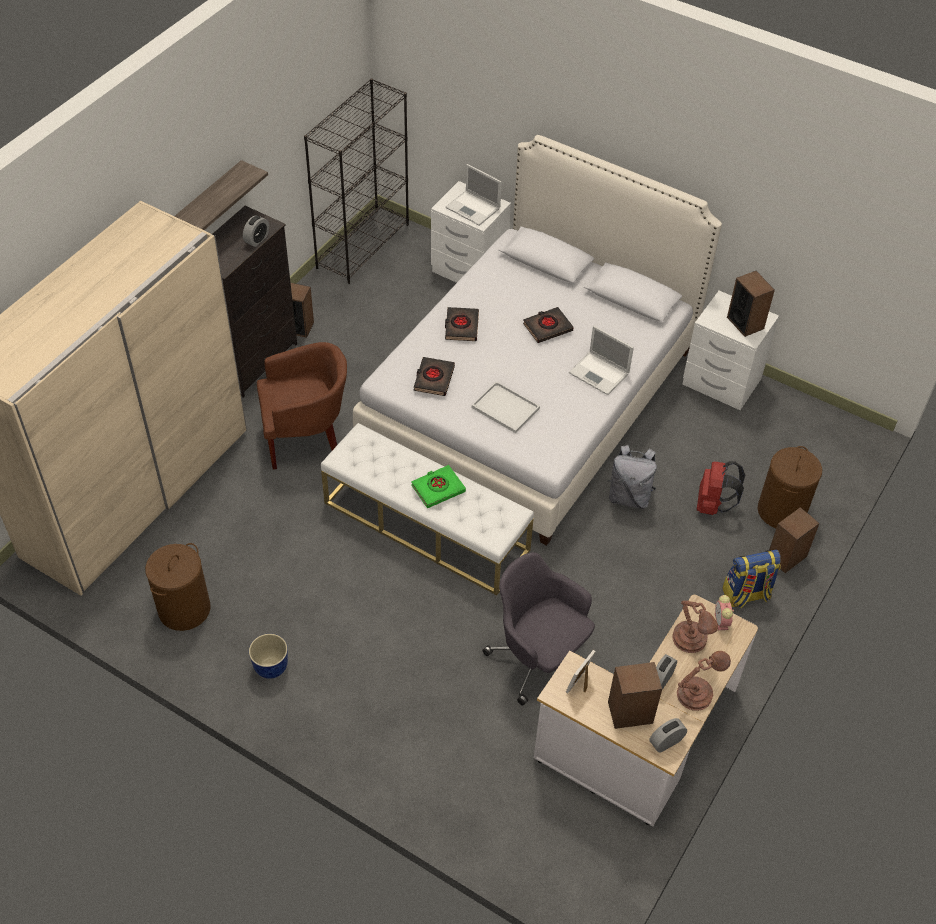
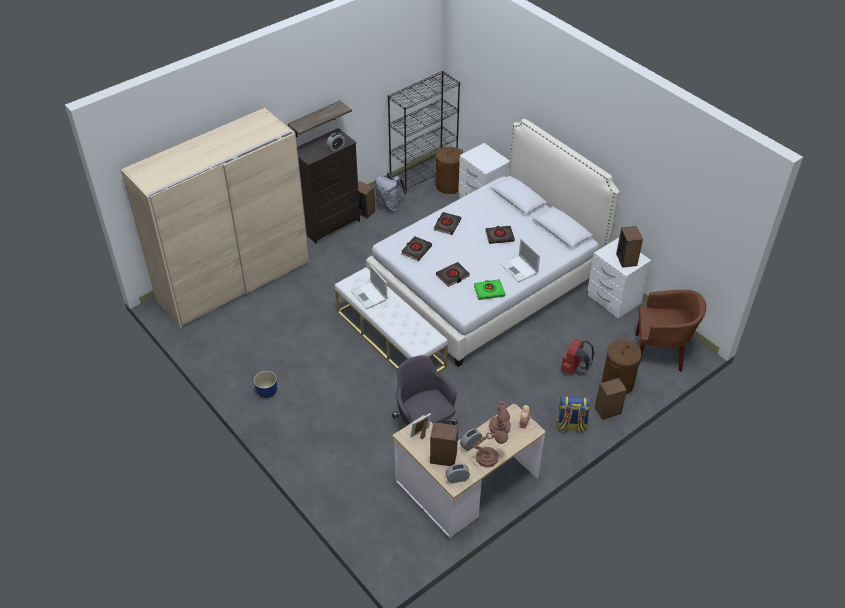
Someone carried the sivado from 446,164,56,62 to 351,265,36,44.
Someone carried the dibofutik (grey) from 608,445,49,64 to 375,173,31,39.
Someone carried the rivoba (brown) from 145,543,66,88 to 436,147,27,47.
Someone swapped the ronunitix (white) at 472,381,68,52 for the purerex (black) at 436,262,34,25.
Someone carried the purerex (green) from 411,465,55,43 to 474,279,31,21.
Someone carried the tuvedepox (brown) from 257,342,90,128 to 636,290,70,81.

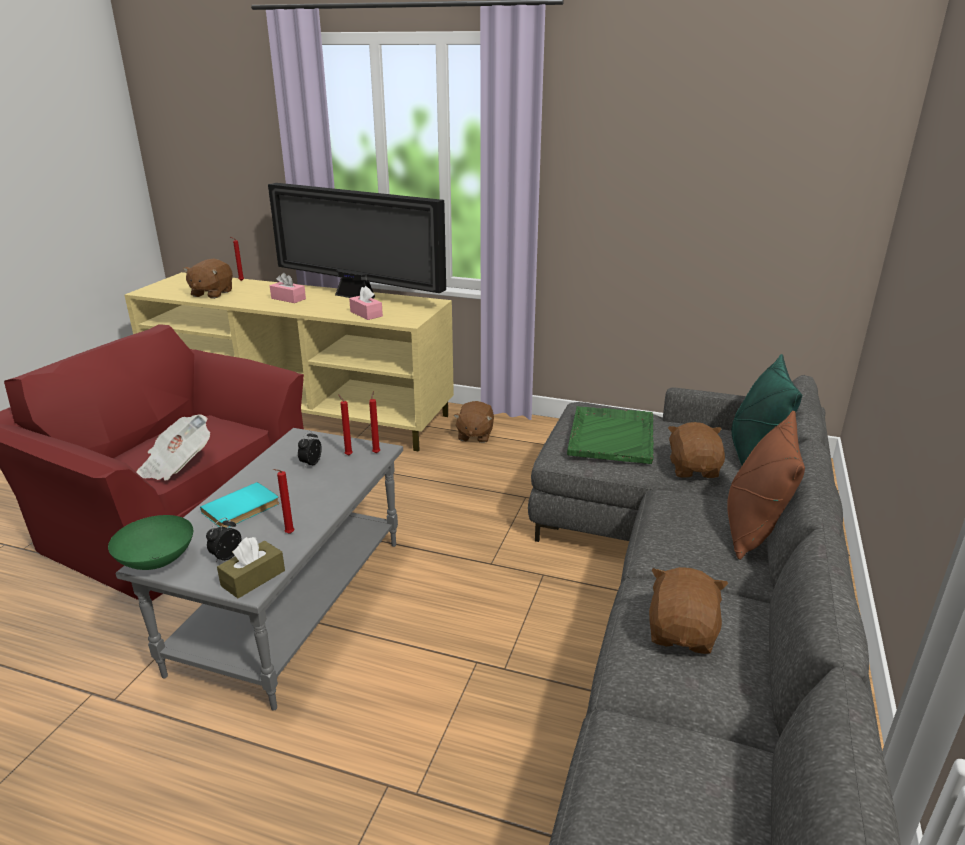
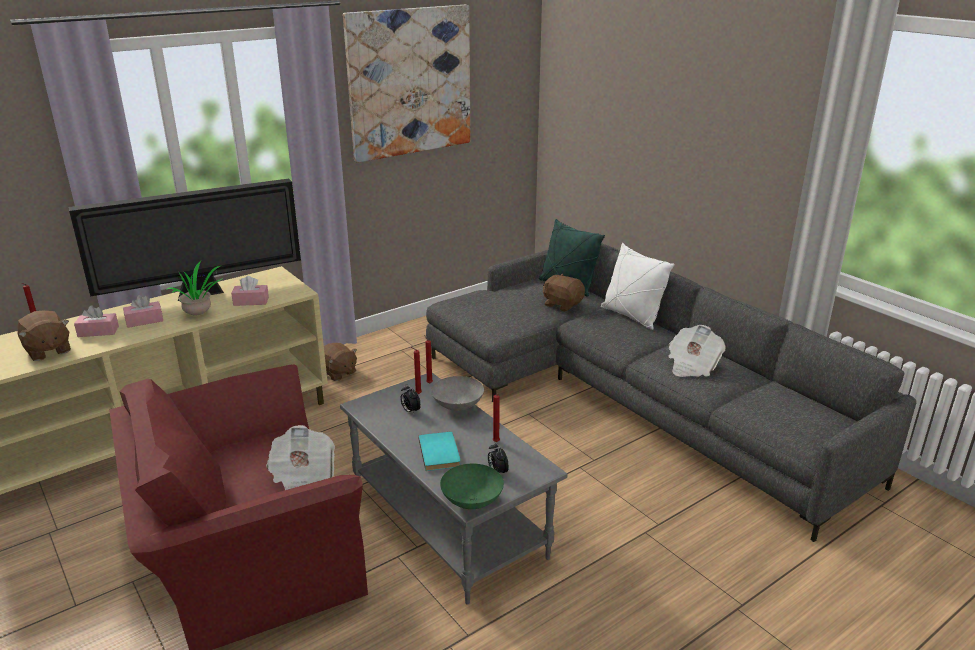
Someone put down the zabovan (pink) at 74,305,45,32.
Someone put down the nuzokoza at 166,261,57,54.
Someone put up the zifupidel at 343,5,128,158.
Someone put down the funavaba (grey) at 431,376,53,35.
Someone repainted the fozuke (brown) at 727,411,78,149, which became the fozuke (white) at 601,243,74,87.
Someone swapped the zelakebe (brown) at 649,567,79,87 for the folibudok at 668,325,58,52.
Someone took away the zabovan (brown) at 217,537,68,61.
Someone took away the ronunitix (green) at 567,406,87,58.

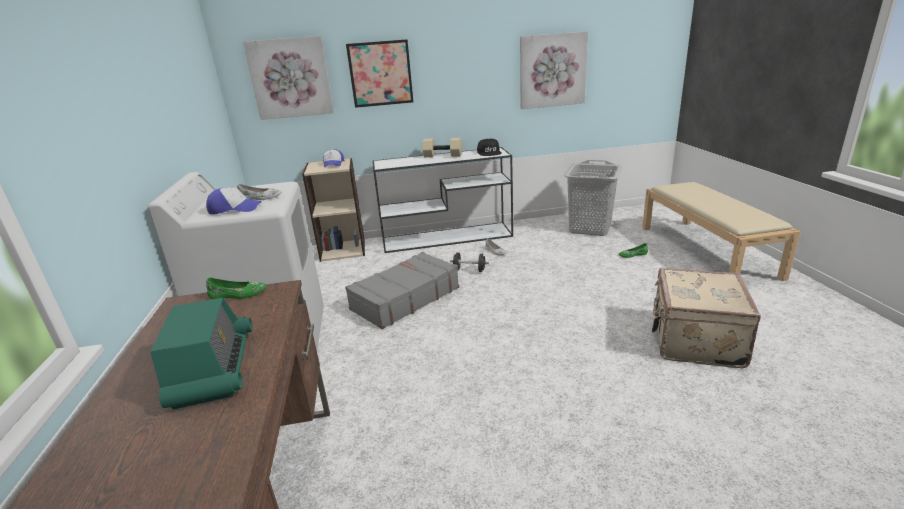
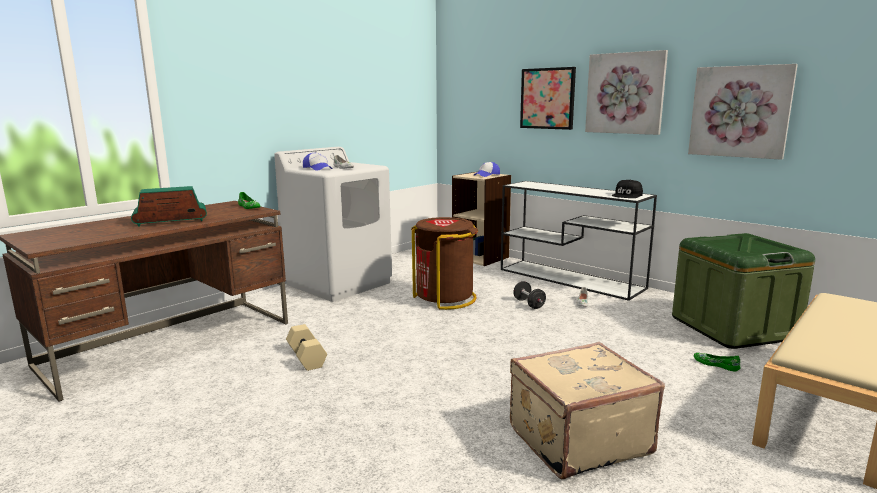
Someone rotated the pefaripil at 150,298,103,112 by 150 degrees counterclockwise.
Someone carried the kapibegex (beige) from 422,138,40,19 to 286,324,41,47.
Someone swapped the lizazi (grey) at 345,252,114,77 for the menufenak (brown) at 411,217,67,93.
Someone carried the zifupidel from 243,36,91,84 to 585,50,83,85.
Someone swapped the rivoba (grey) at 564,160,58,76 for the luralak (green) at 672,233,143,116.

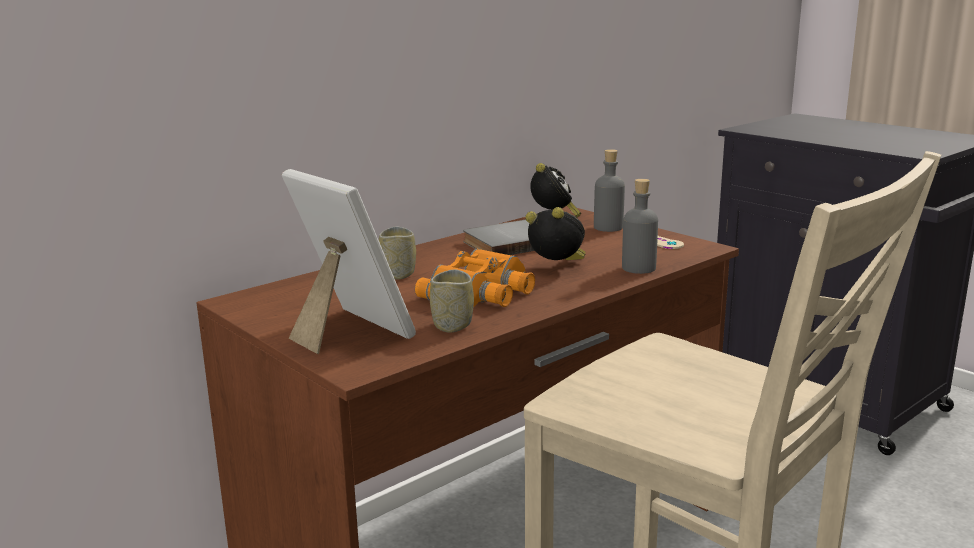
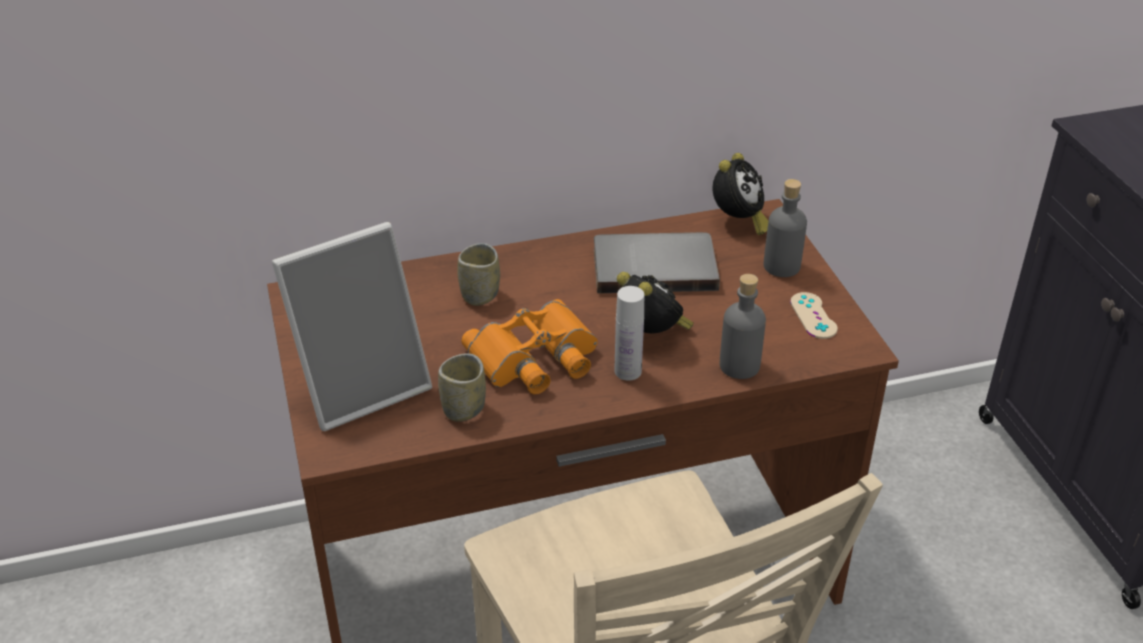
Someone rotated the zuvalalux at 282,169,134,185 by 75 degrees clockwise.
Someone put down the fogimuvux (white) at 614,286,30,95.

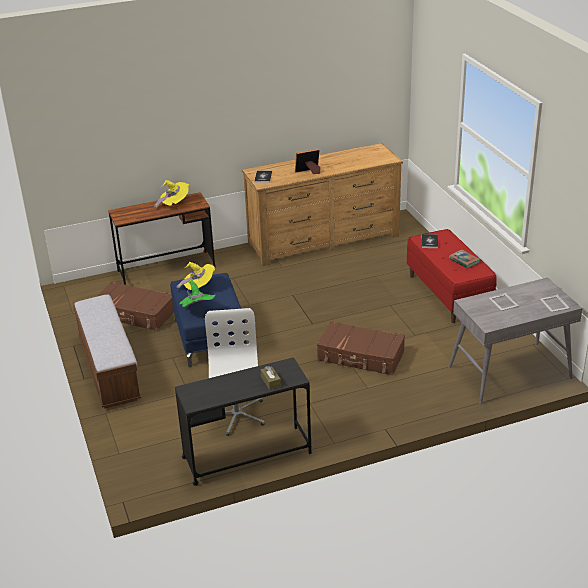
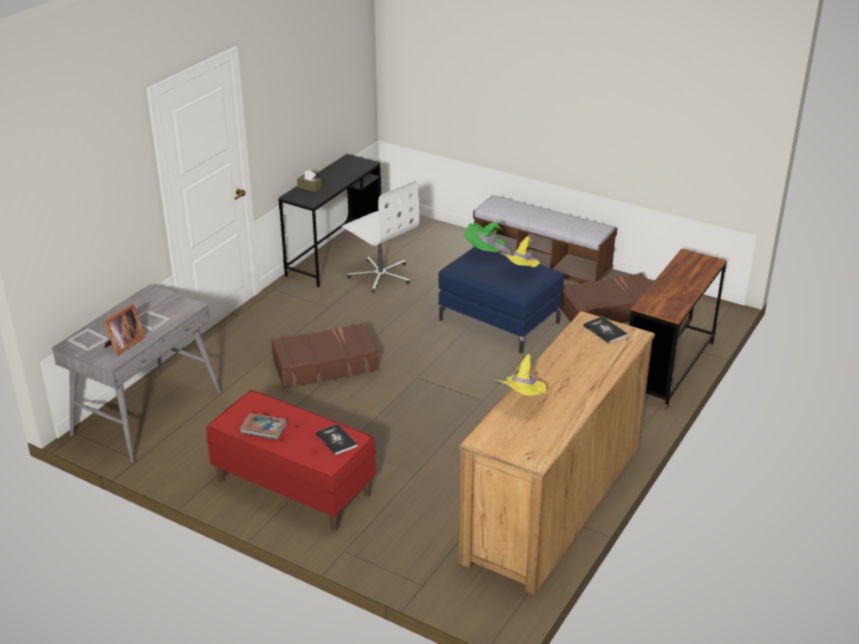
Someone carried the zuvalalux from 295,149,25,25 to 104,304,42,51.
Someone carried the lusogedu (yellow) from 154,180,35,29 to 494,354,52,42.

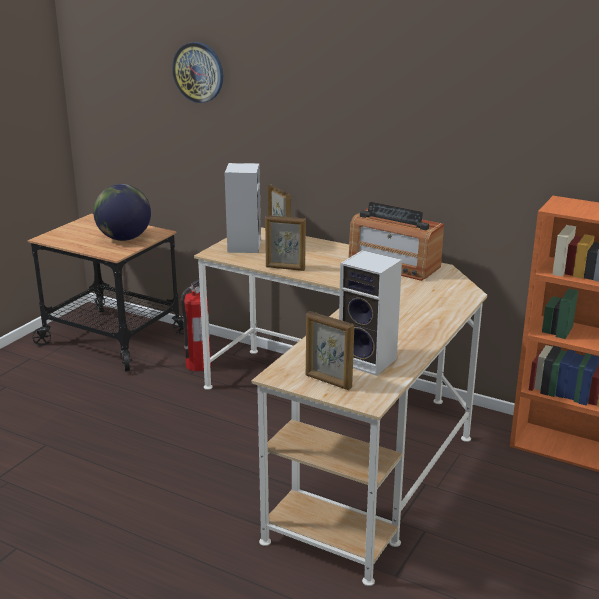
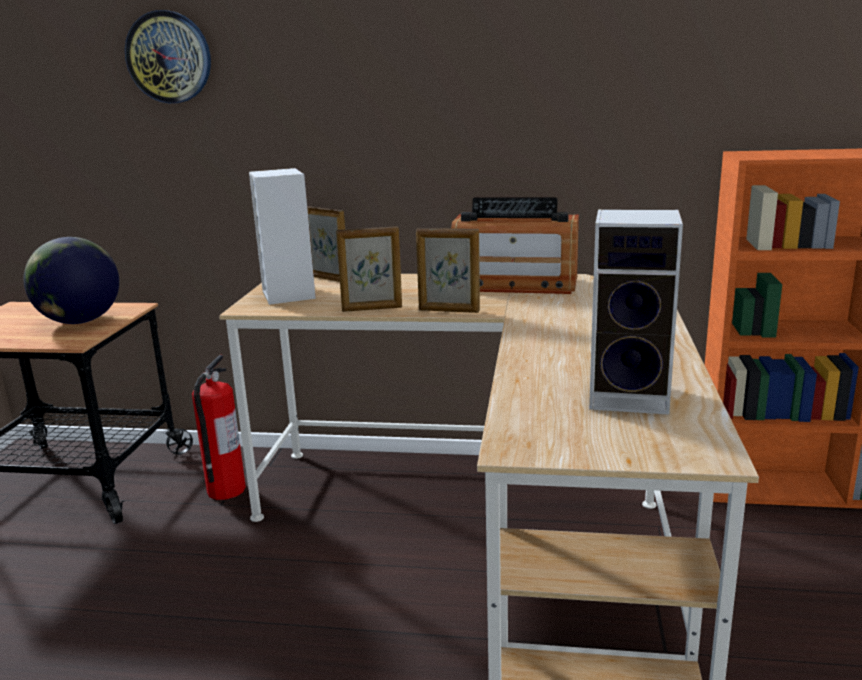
Someone carried the zuvalalux from 306,311,48,79 to 416,228,64,85.

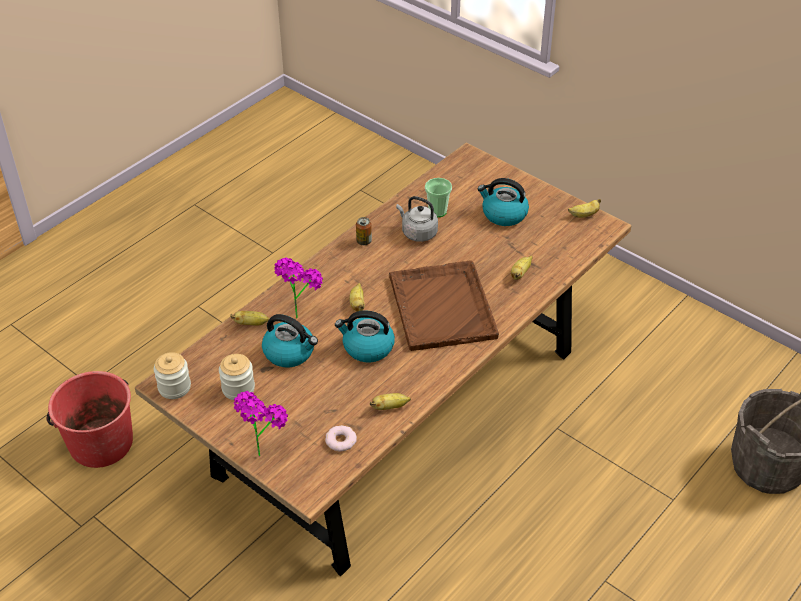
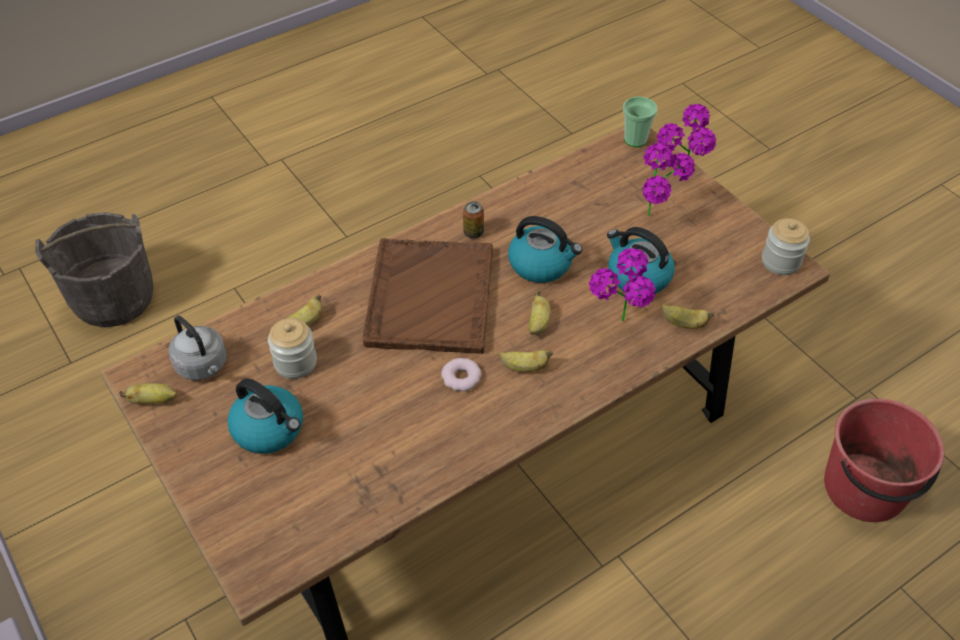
Someone carried the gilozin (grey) from 396,196,42,46 to 169,316,58,64.
Someone carried the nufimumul from 219,354,36,46 to 268,318,49,61.
Someone carried the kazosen from 325,425,32,27 to 441,358,40,33.
Someone carried the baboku from 356,217,16,28 to 463,201,21,38.
Someone carried the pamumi from 370,393,41,17 to 498,350,55,22.
Someone carried the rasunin from 425,178,27,39 to 623,97,34,50.
Someone put down the nuzokoza at 642,143,53,73.

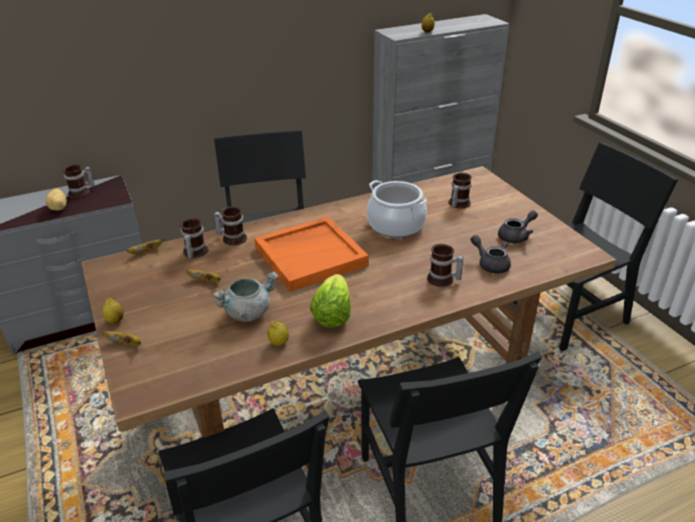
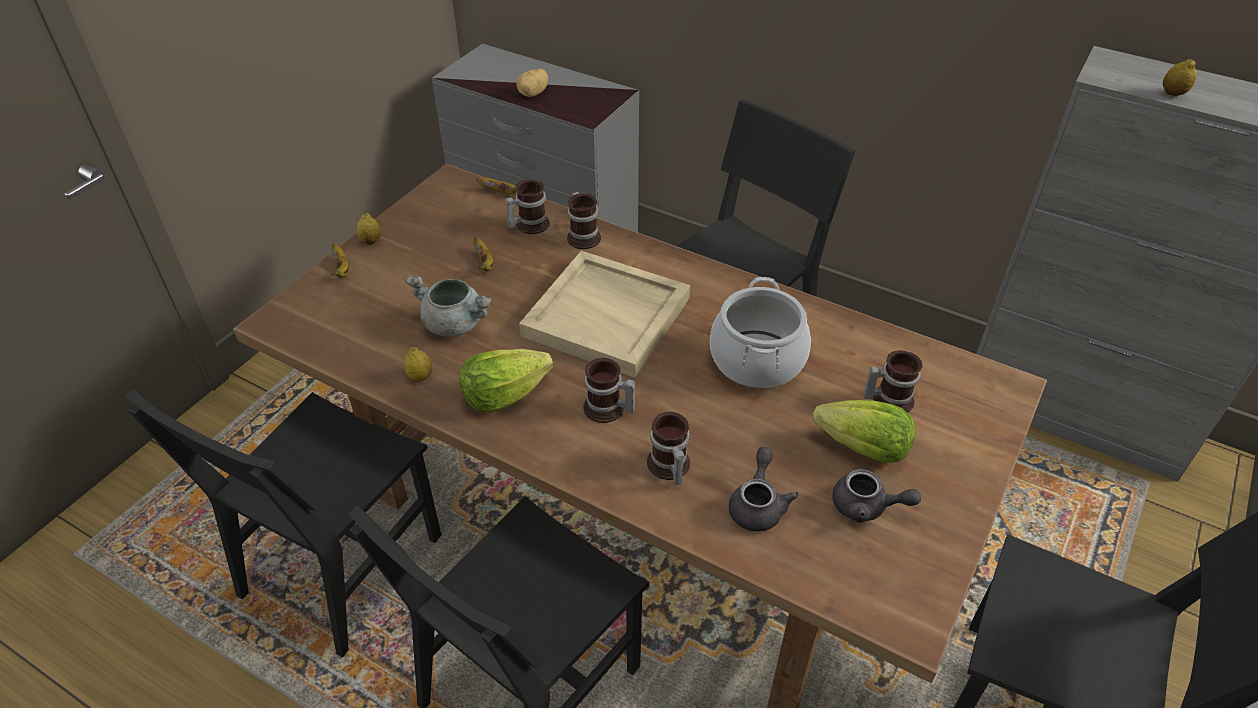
Someone repainted the ronunitix (orange) at 254,217,115,75, which became the ronunitix (beige) at 519,251,171,127.
Someone carried the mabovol from 63,164,32,34 to 583,358,52,65.
Someone put down the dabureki at 812,400,103,63.

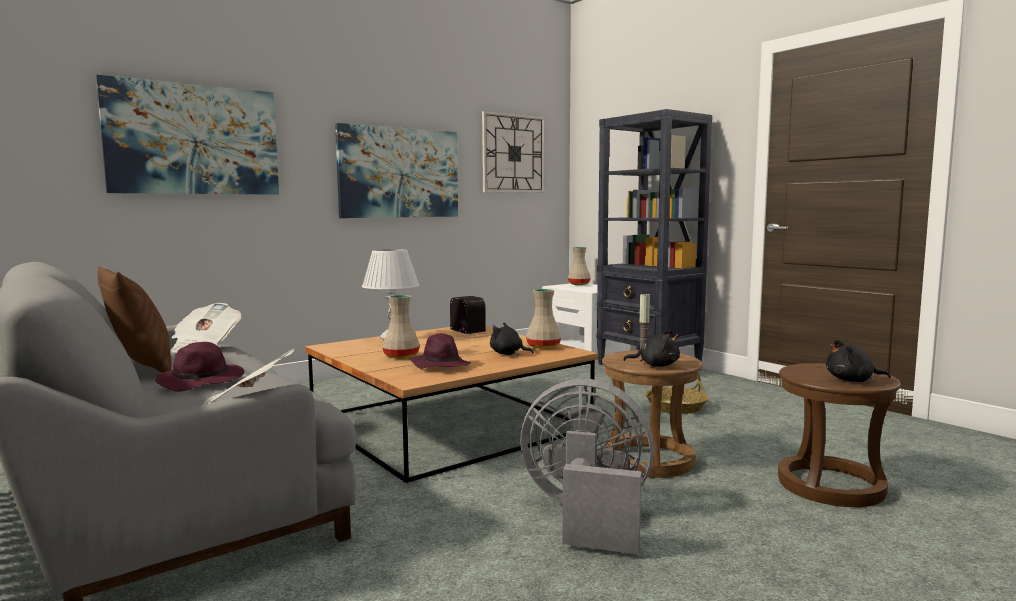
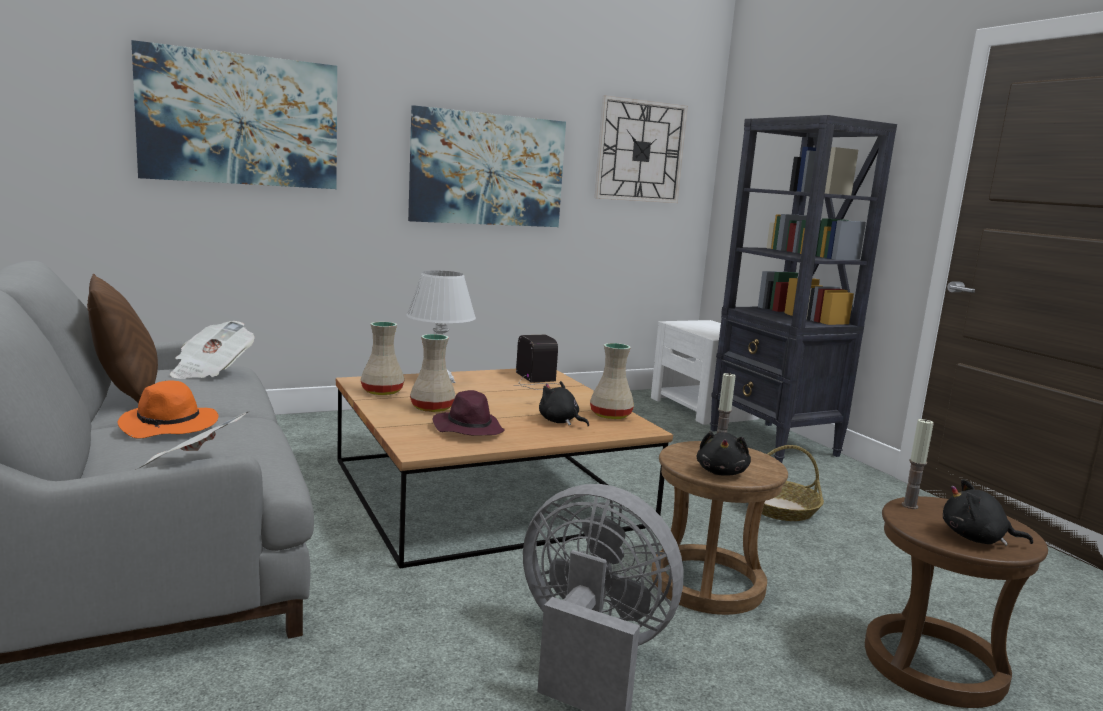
Someone repainted the lusogedu (purple) at 155,342,89,50, which became the lusogedu (orange) at 118,380,100,59.
Someone carried the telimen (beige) from 568,247,23,38 to 360,322,45,73.
Someone rotated the zelakebe (black) at 623,330,57,37 by 75 degrees clockwise.
Someone put down the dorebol at 902,418,32,91.

